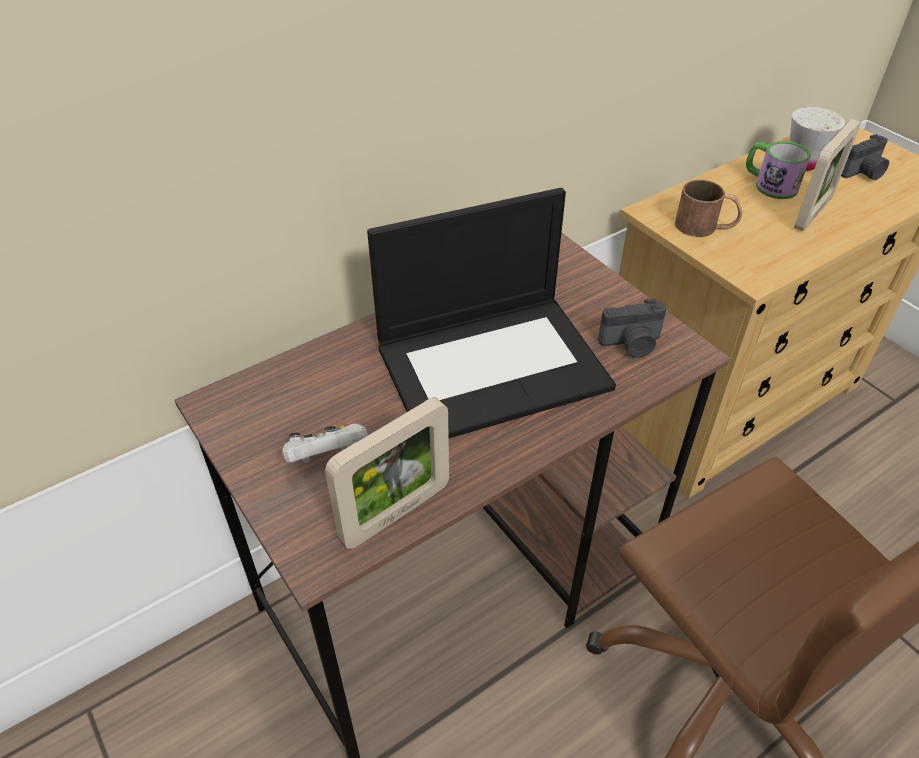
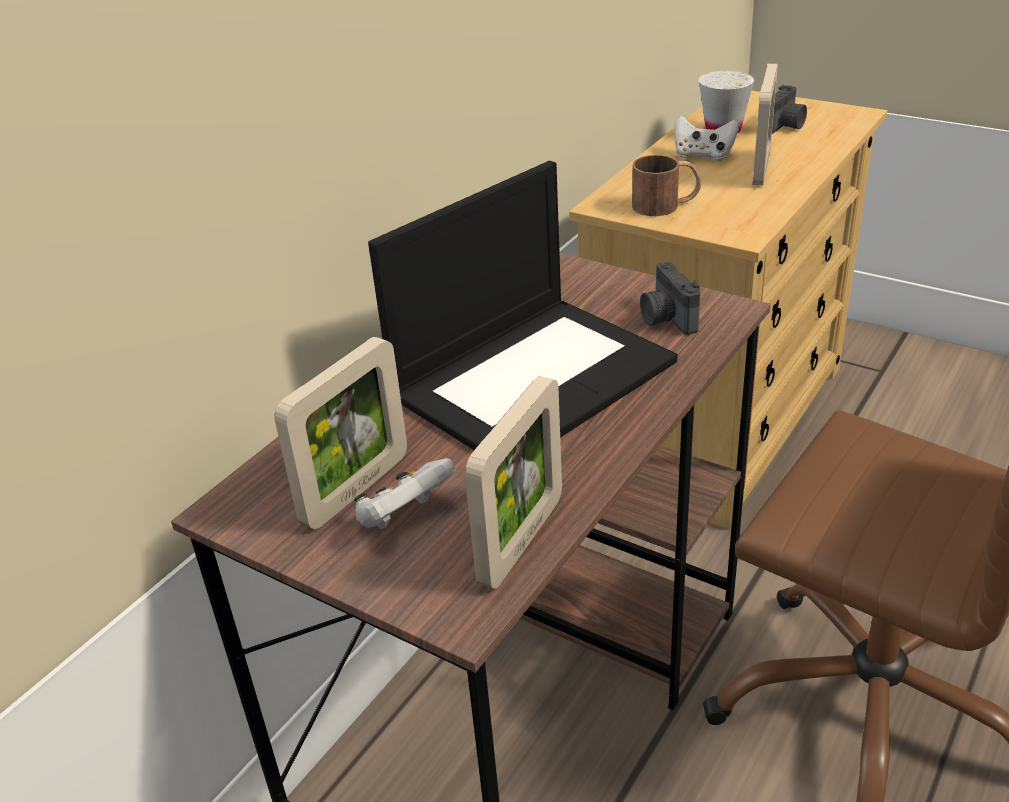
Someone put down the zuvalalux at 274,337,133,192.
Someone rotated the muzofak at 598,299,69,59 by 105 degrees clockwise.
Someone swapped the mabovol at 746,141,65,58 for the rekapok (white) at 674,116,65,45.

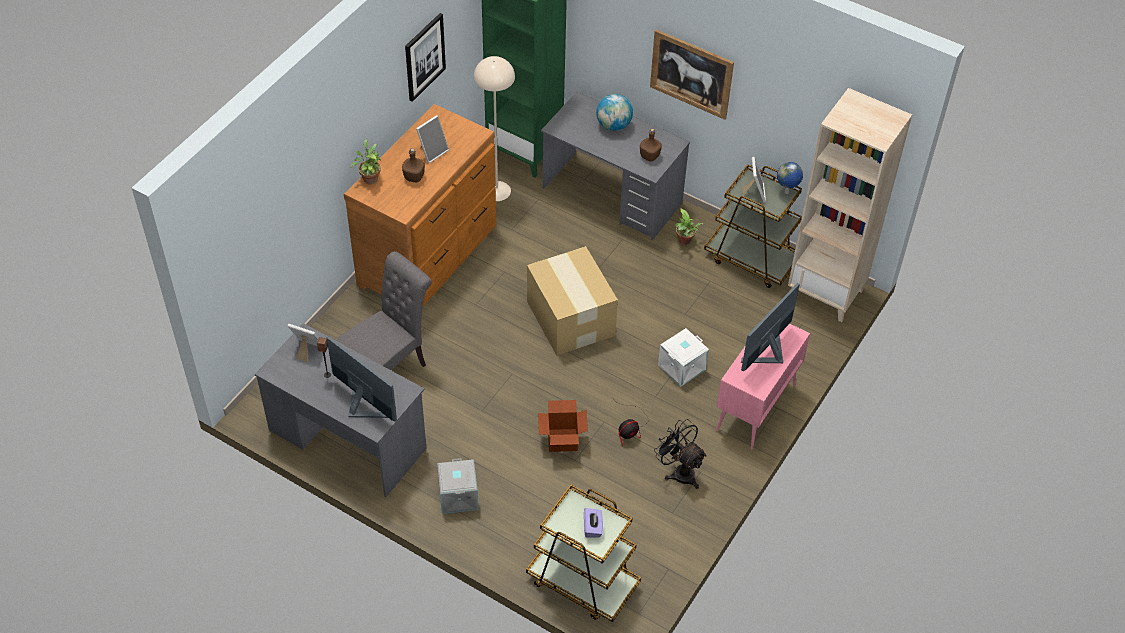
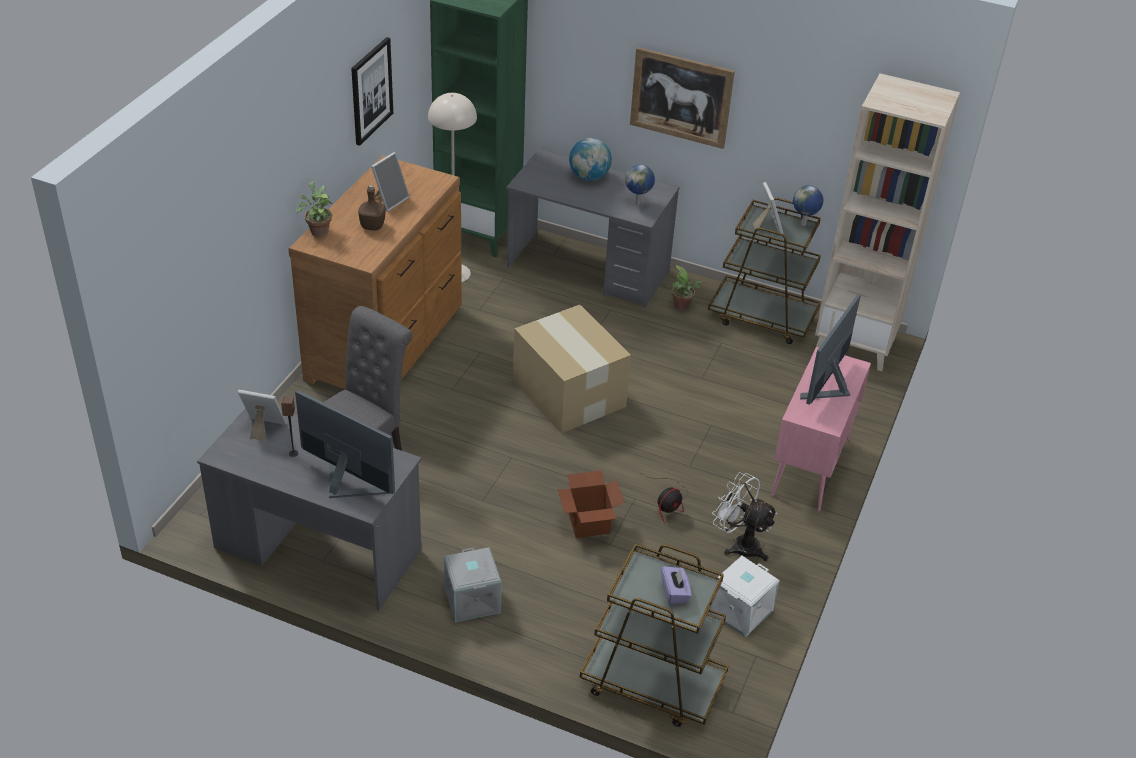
Someone swapped the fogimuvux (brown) at 640,129,22,33 for the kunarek at 625,164,30,41.
Someone carried the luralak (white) from 658,328,51,59 to 709,556,71,81.
Someone repainted the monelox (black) at 654,419,53,70, which became the monelox (white) at 712,472,66,89.

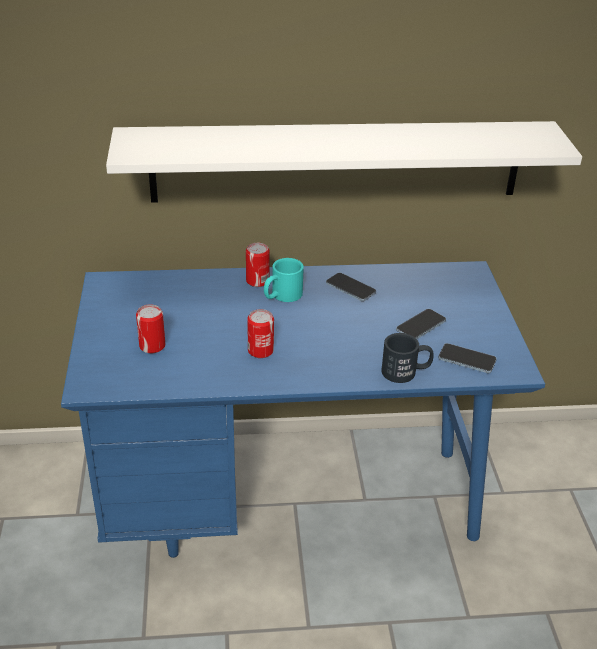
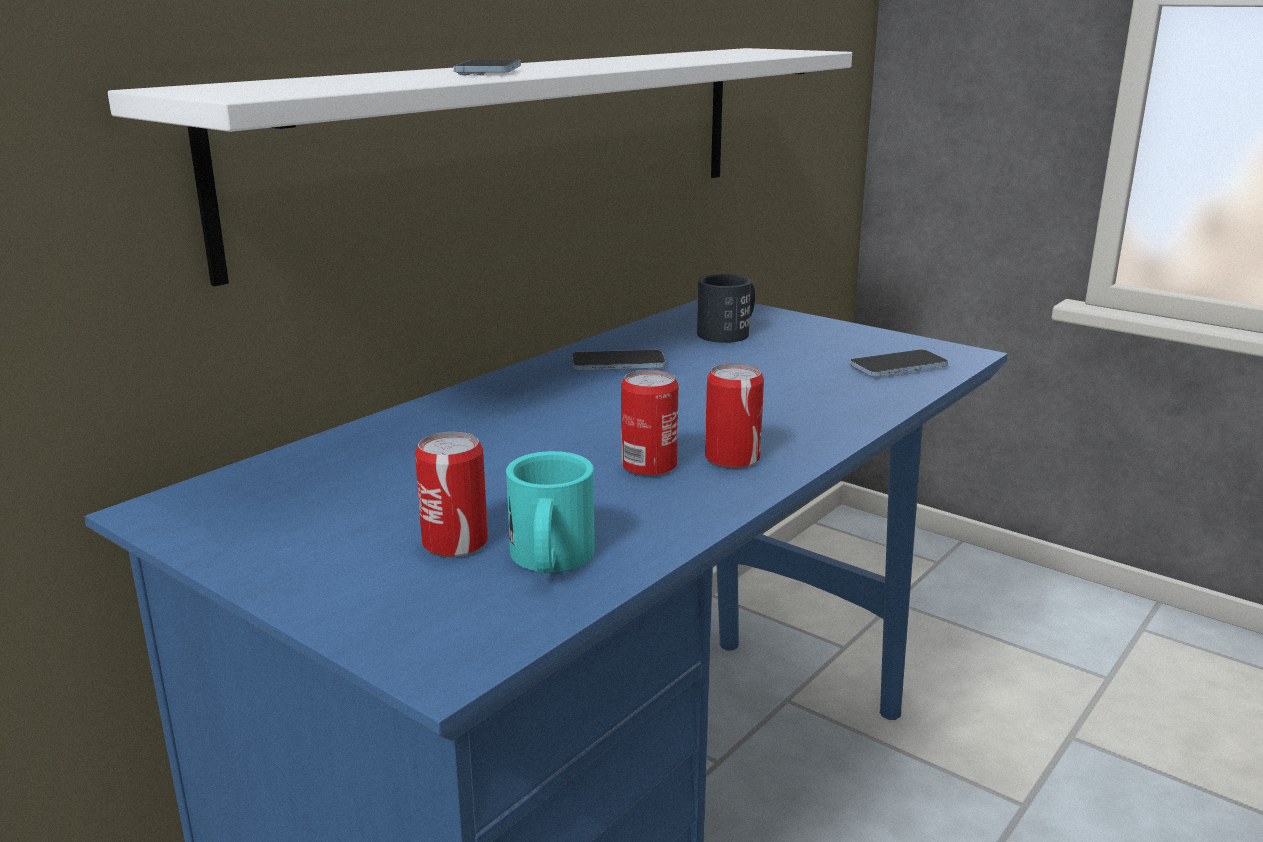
Someone carried the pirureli from 396,309,50,30 to 454,60,67,15.
Someone carried the mabovol (turquoise) from 264,258,40,44 to 506,451,89,123.
Someone carried the mabovol (black) from 381,333,53,50 to 697,274,58,69.
Someone carried the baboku from 246,243,24,44 to 705,364,59,105.

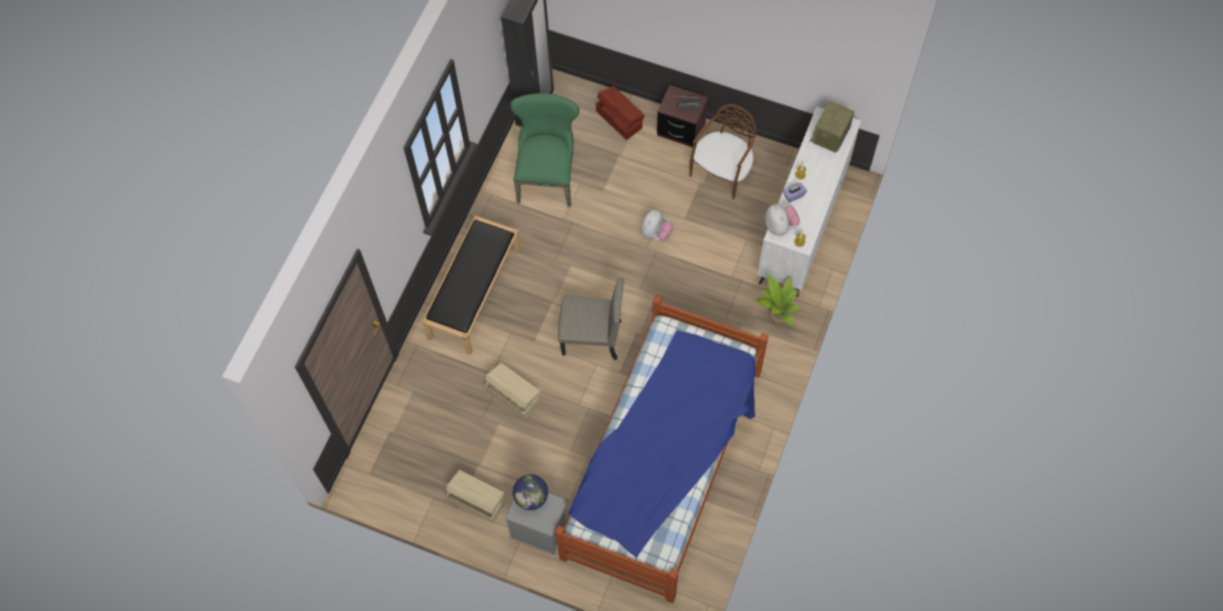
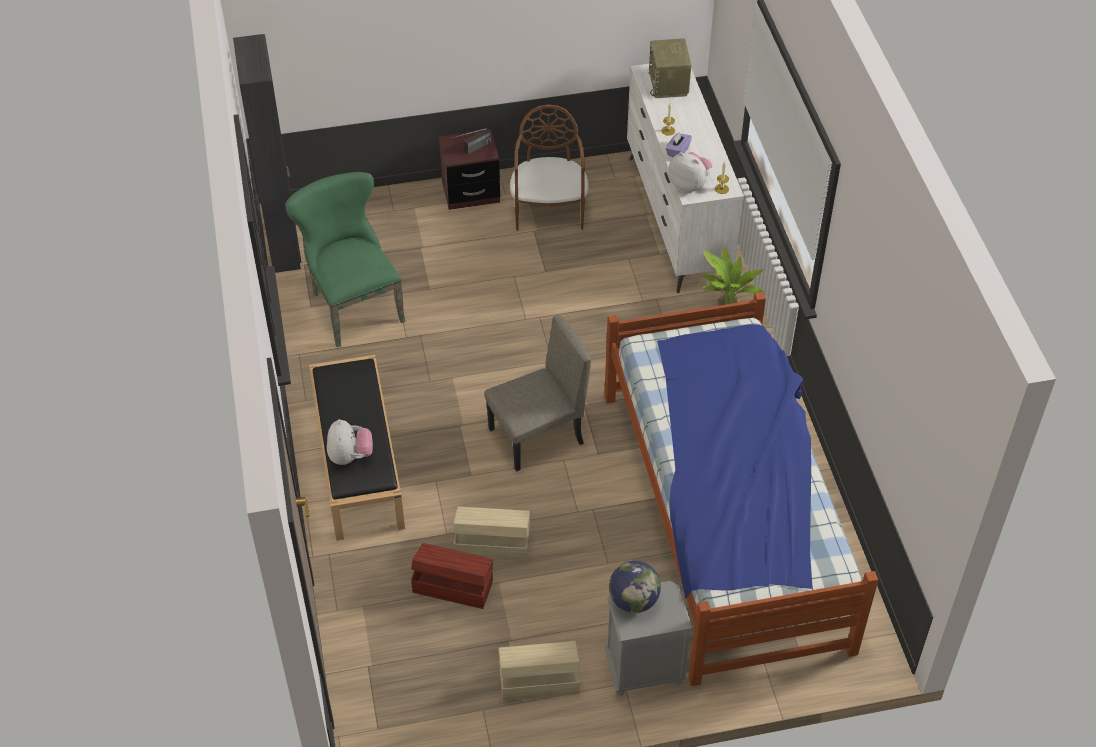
Someone carried the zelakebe from 641,210,32,31 to 327,419,46,46.
Someone carried the luralak (brown) from 596,86,49,54 to 411,543,82,66.

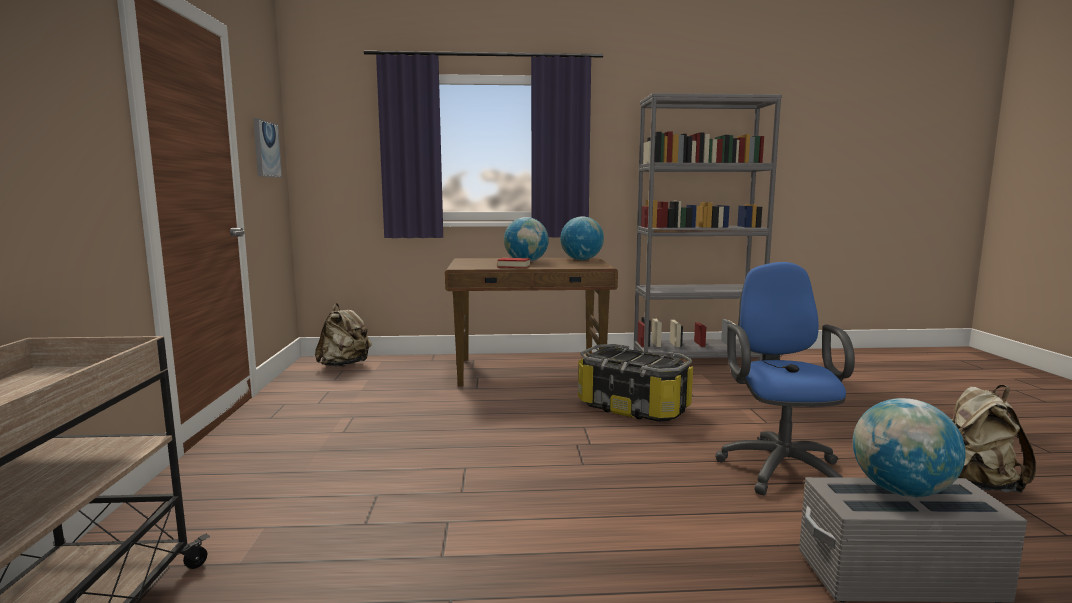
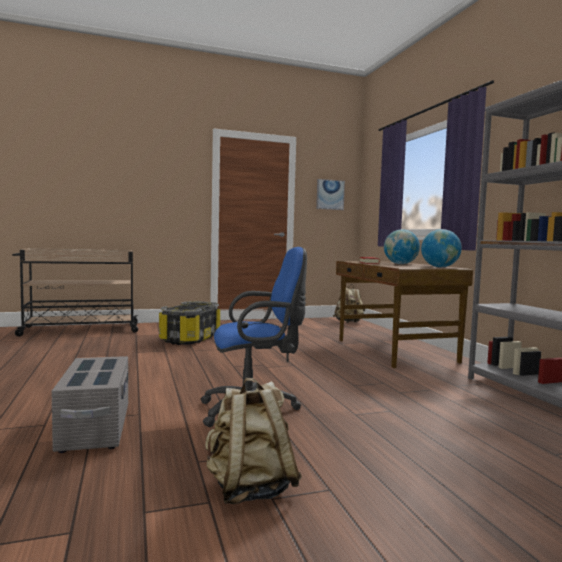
Someone carried the luralak from 578,344,115,78 to 159,301,61,44.
Someone took away the kunarek at 853,398,113,99.

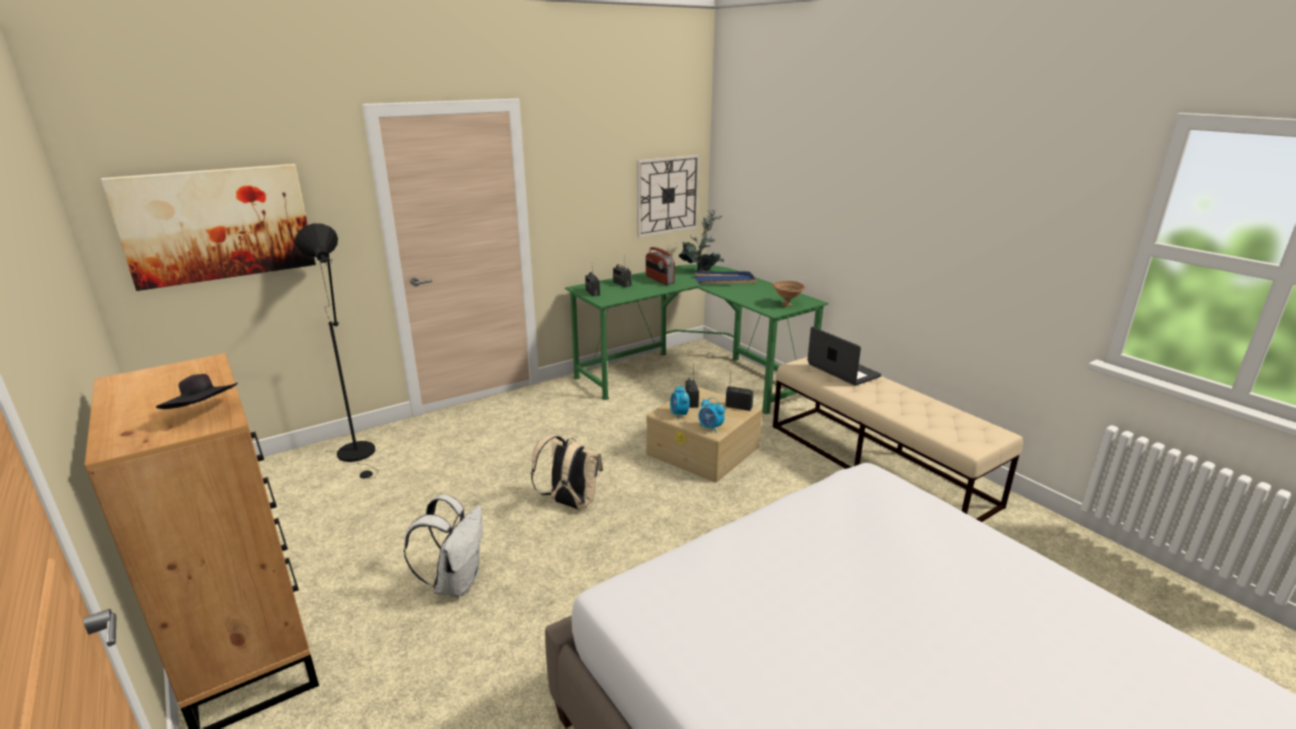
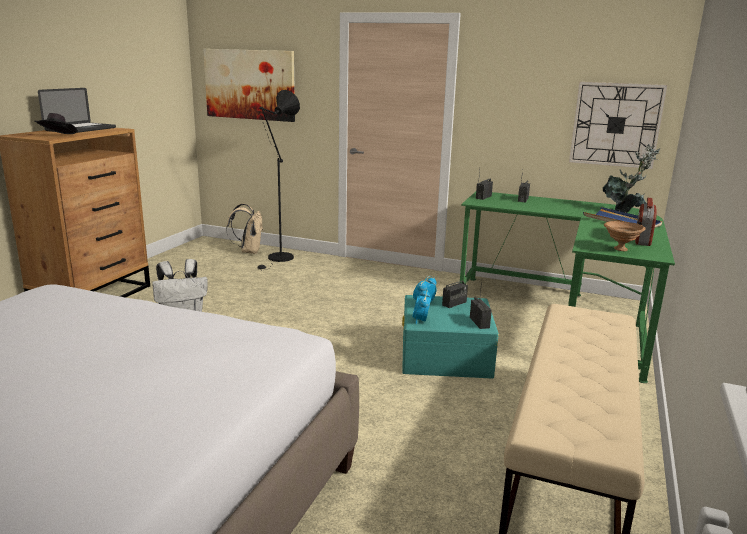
Someone carried the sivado from 808,327,73,59 to 38,88,78,45.
Someone carried the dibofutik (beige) from 531,435,72,75 to 226,203,37,51.
Someone repainted the luralak (beige) at 647,387,115,96, which became the luralak (turquoise) at 402,295,97,83.
Someone carried the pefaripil from 646,247,29,38 to 635,198,22,48.

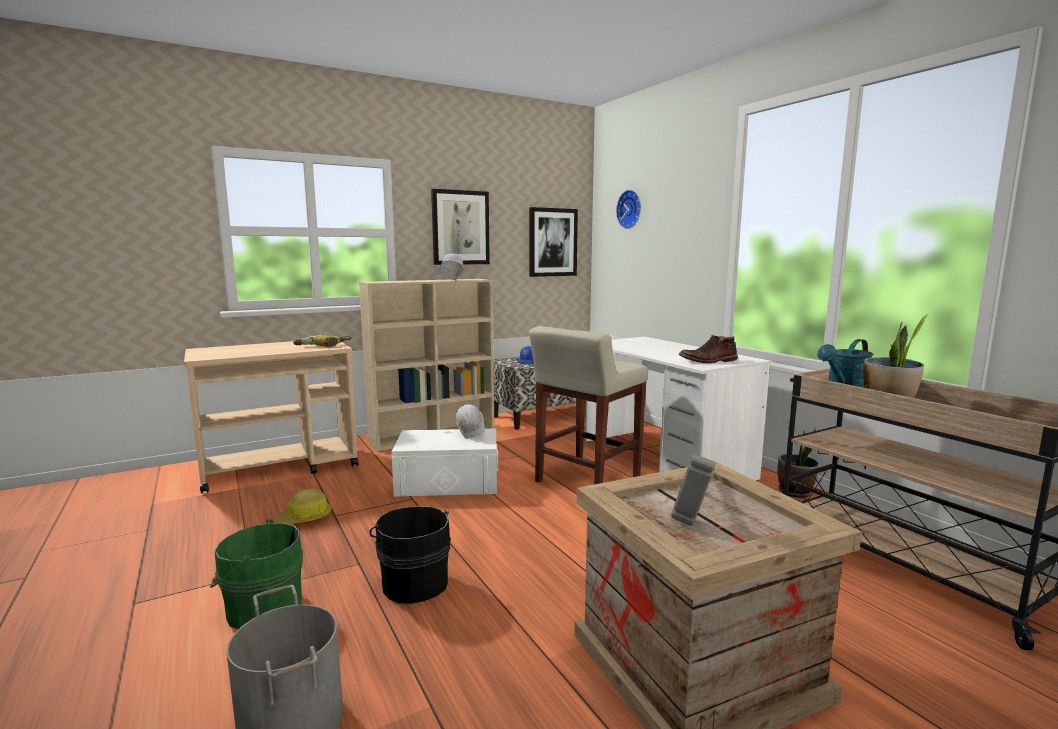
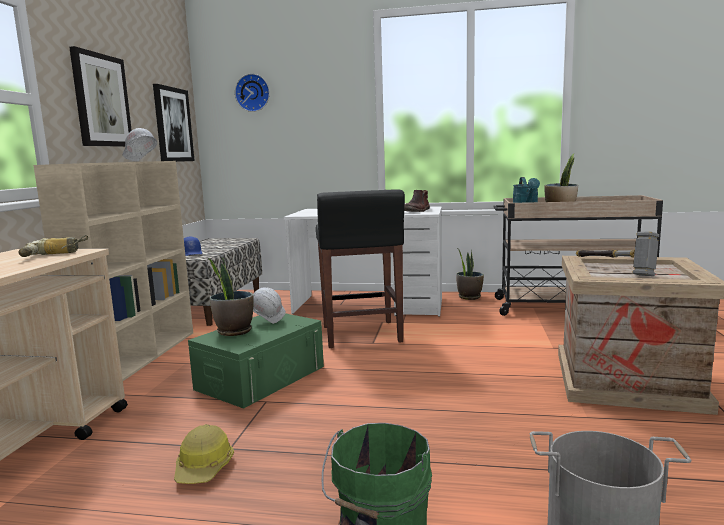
Someone repainted the luralak (white) at 391,429,107,68, which became the luralak (green) at 188,313,136,96.
Someone put down the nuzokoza at 208,257,45,79.
Someone repainted the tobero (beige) at 529,326,119,158, which became the tobero (black) at 316,189,89,159.
Someone took away the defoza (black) at 370,506,81,98.

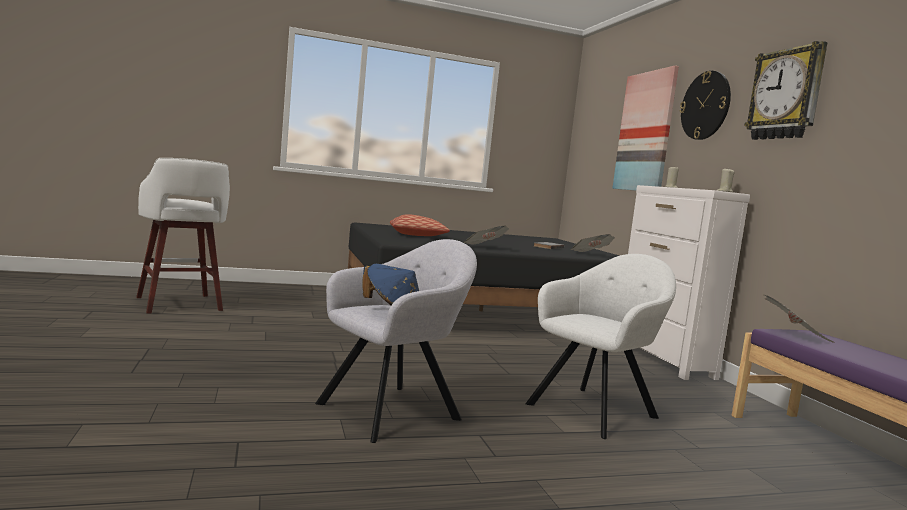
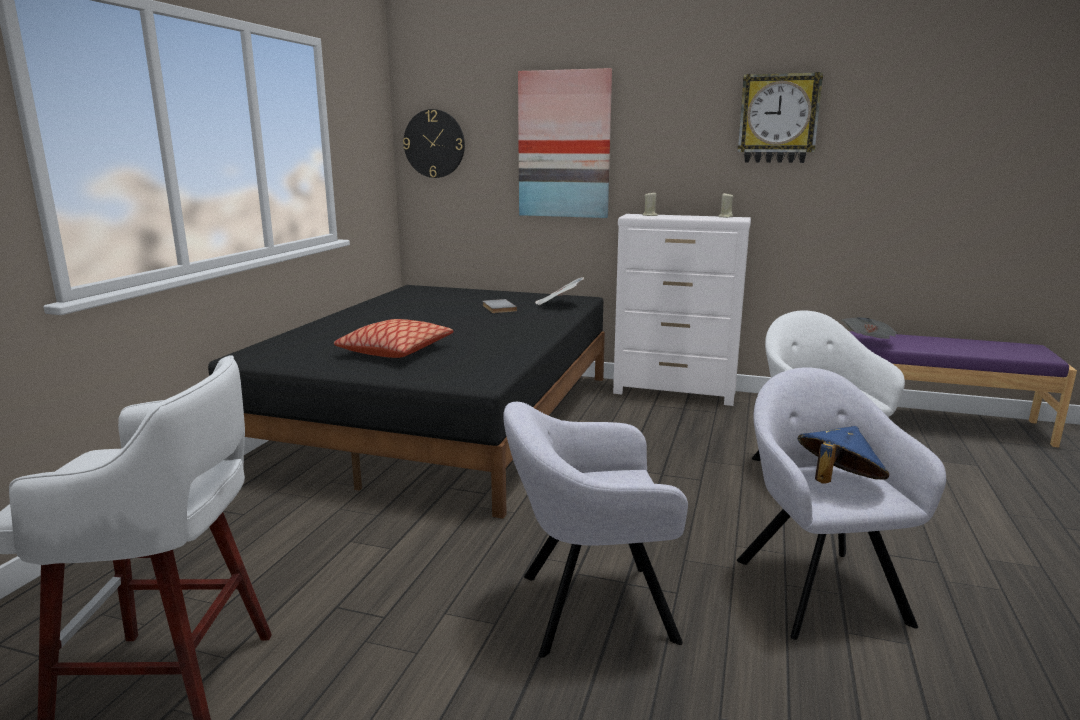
Someone carried the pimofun from 680,71,51,69 to 403,109,62,69.
Someone put down the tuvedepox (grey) at 503,402,185,256.
Someone took away the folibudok at 463,225,46,20.

